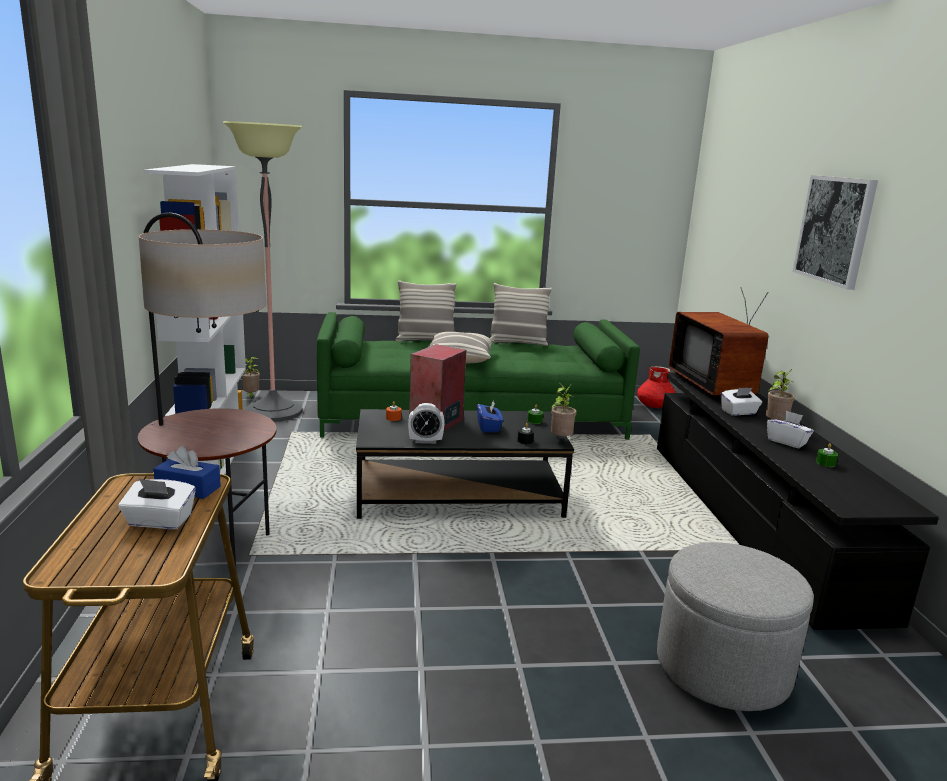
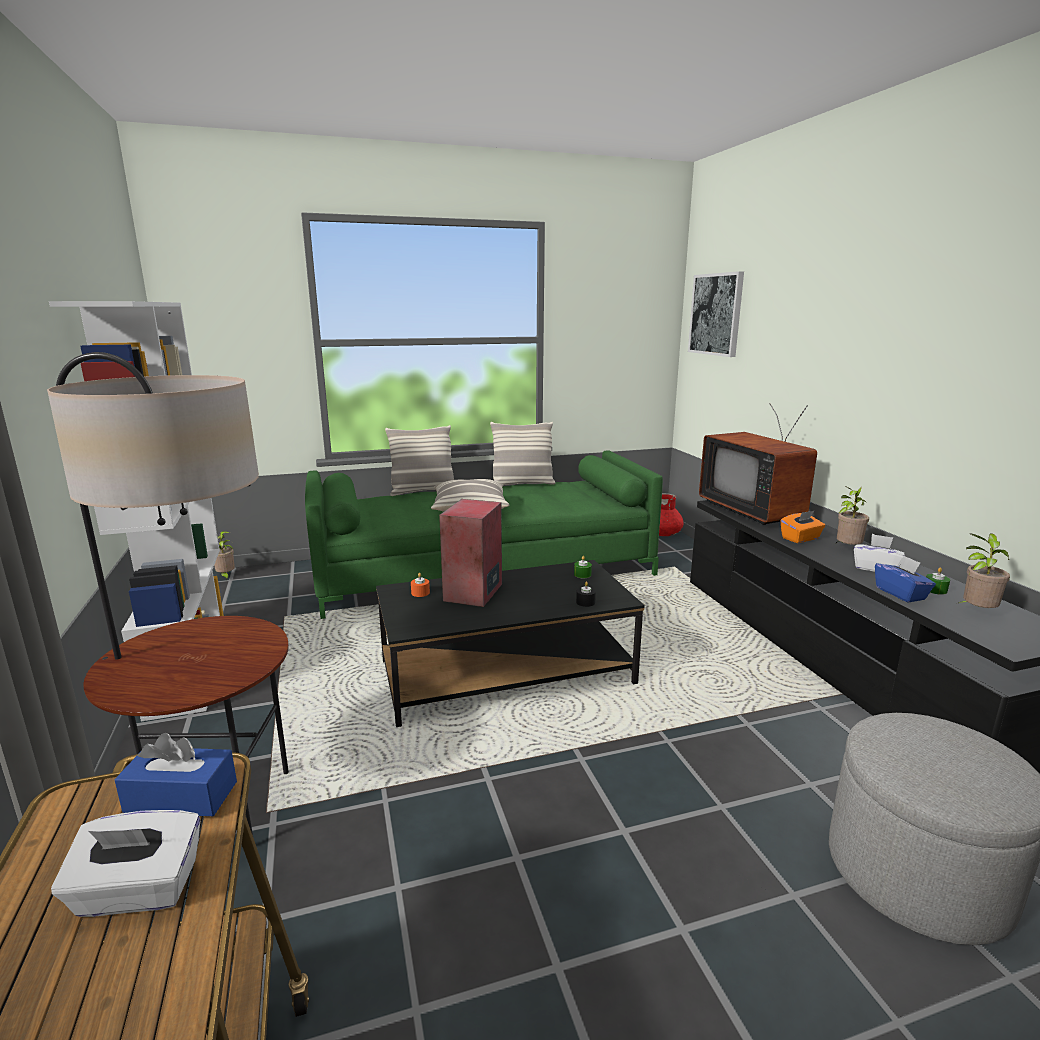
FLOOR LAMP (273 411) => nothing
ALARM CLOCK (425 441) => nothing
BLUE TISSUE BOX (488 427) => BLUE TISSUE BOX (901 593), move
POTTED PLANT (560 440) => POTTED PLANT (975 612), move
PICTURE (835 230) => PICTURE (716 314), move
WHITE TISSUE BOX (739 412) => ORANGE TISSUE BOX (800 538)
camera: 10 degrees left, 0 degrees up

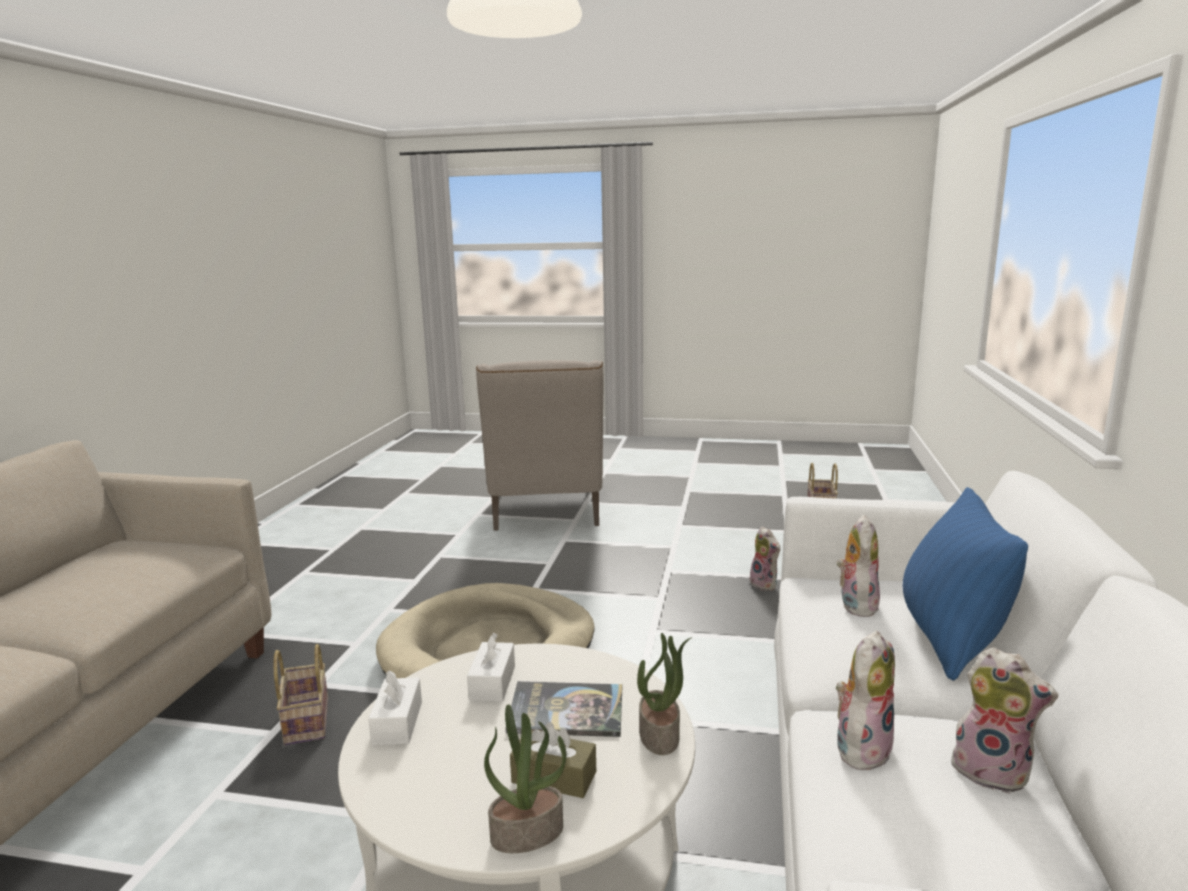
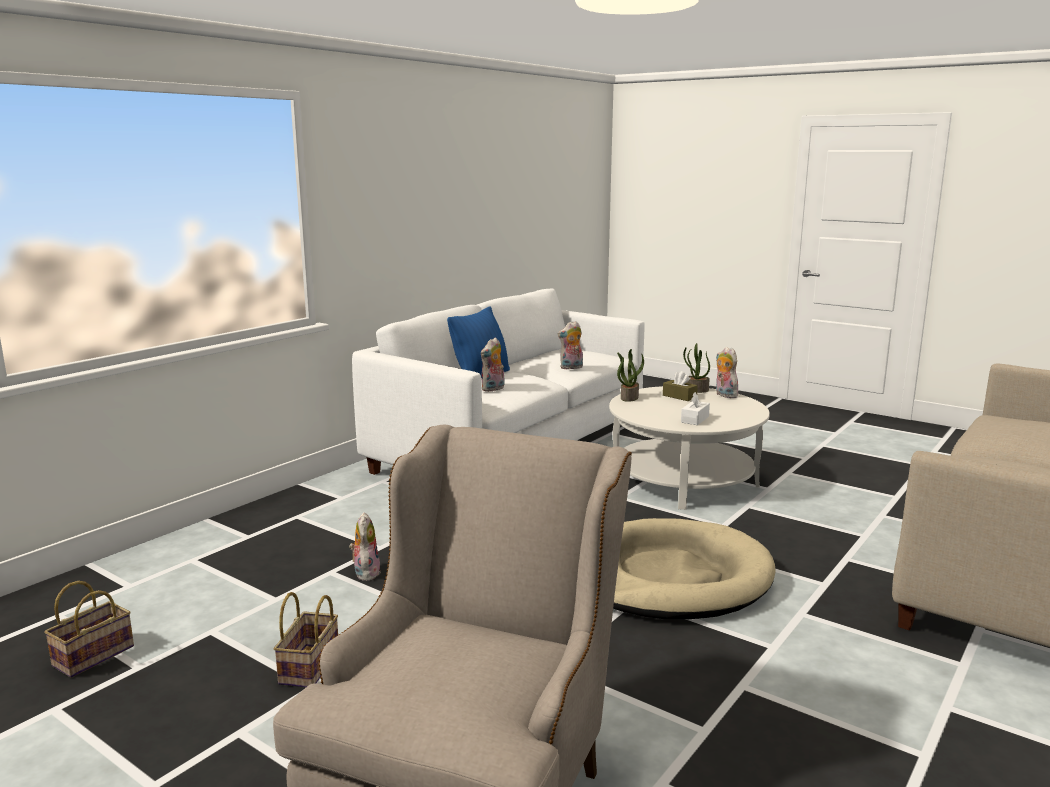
WHITE TISSUE BOX (397 723) => nothing
BOOK (566 710) => nothing
BASKET (305 720) => BASKET (310 668), move
PLUSH TOY (993 771) => PLUSH TOY (724 395), move
camera: 155 degrees left, 0 degrees up

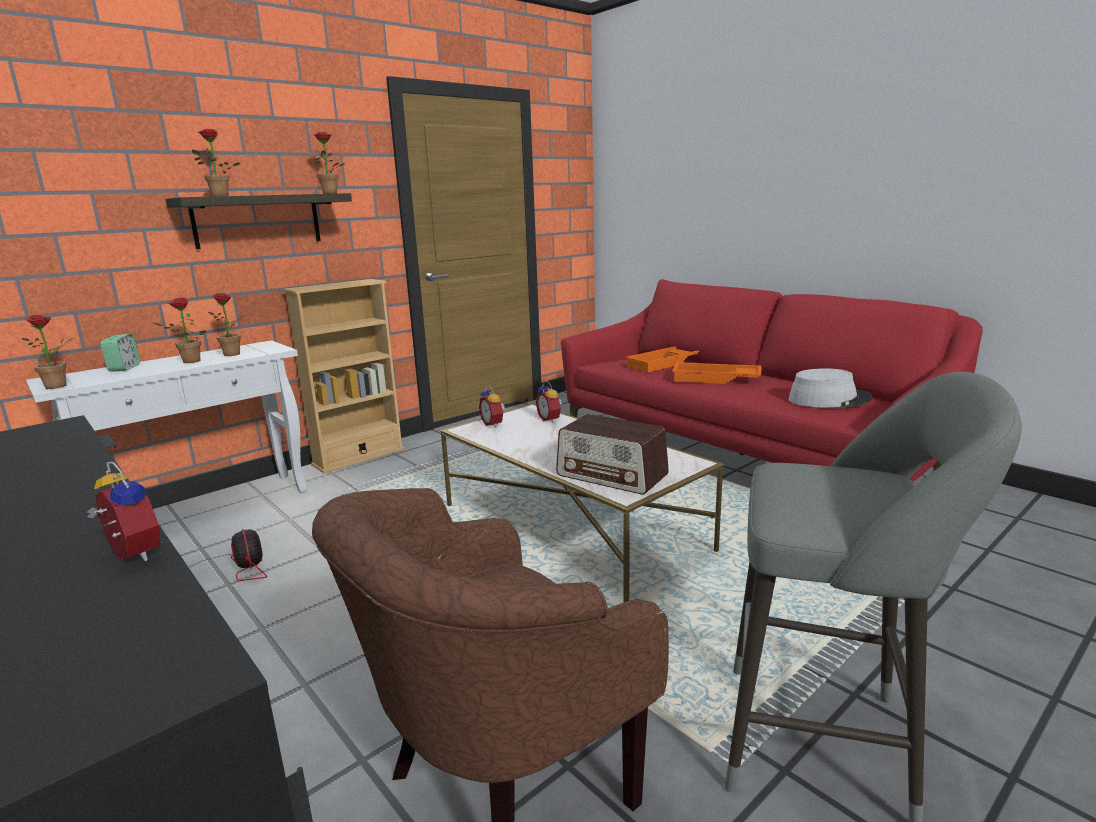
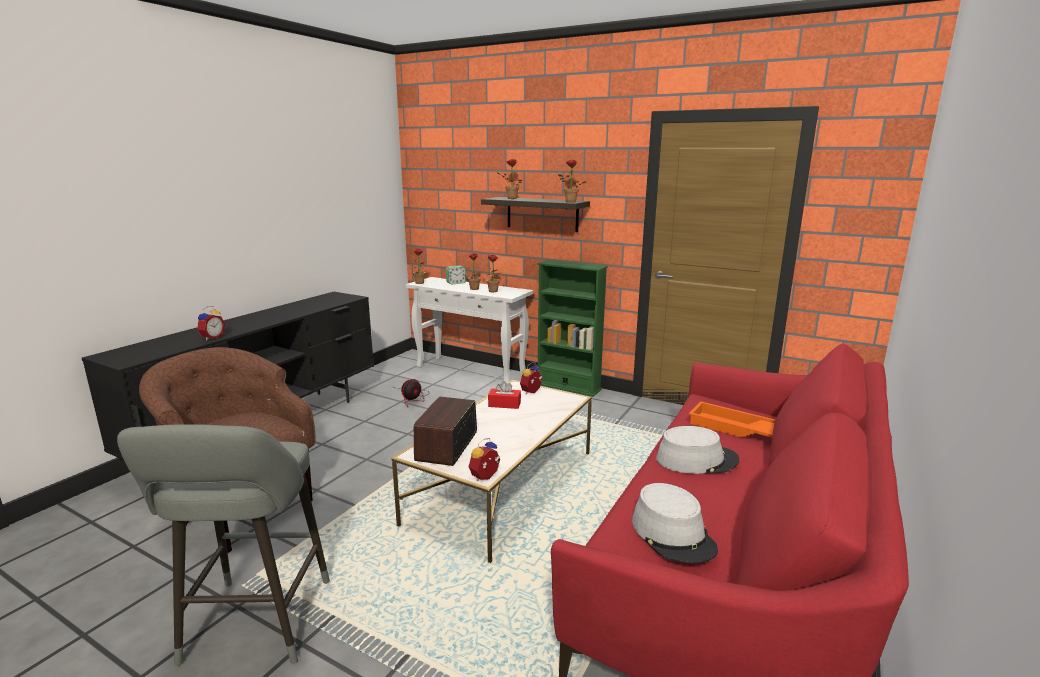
nothing => RED TISSUE BOX (504 404)
ALARM CLOCK (550 419) => ALARM CLOCK (486 477), move
ORANGE TRAY (715 379) => GREY HAT (696 460)
BEIGE BOOKCASE (358 457) => GREEN BOOKCASE (568 387)
camera: 70 degrees right, 0 degrees up

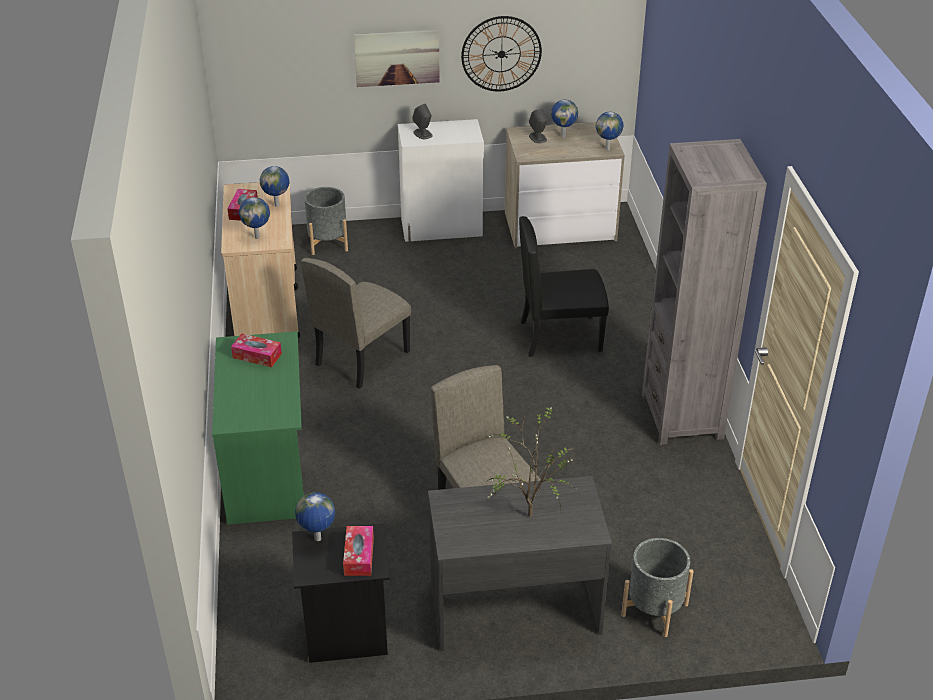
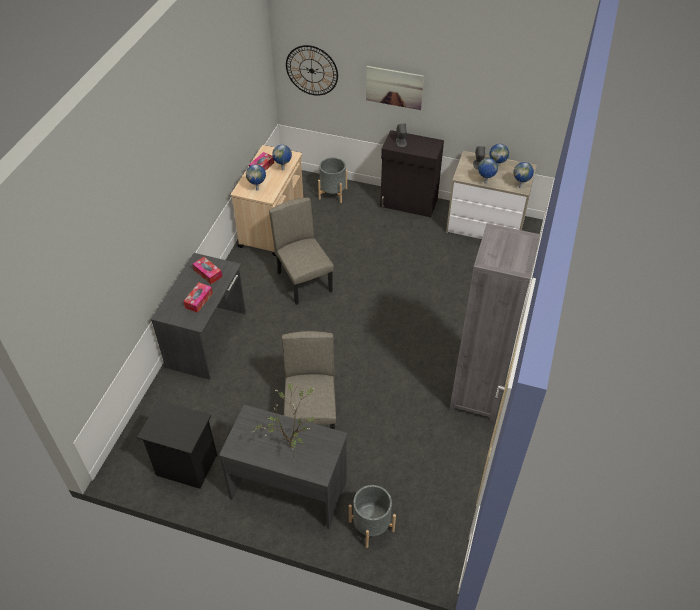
BLACK CHAIR (560 335) => nothing
GLOBE (318 539) => GLOBE (485 183), move
TISSUE BOX (359 556) => TISSUE BOX (198 300), move
WALL CLOCK (501 54) => WALL CLOCK (311 70), move
GREEN DESK (268 469) => GREY DESK (208 339)
WHITE CABINET (442 228) => BLACK CABINET (409 203)
BEIGE CHAIR (362 358) => BEIGE CHAIR (304 282), 90 degrees clockwise
camera: 25 degrees right, 10 degrees up

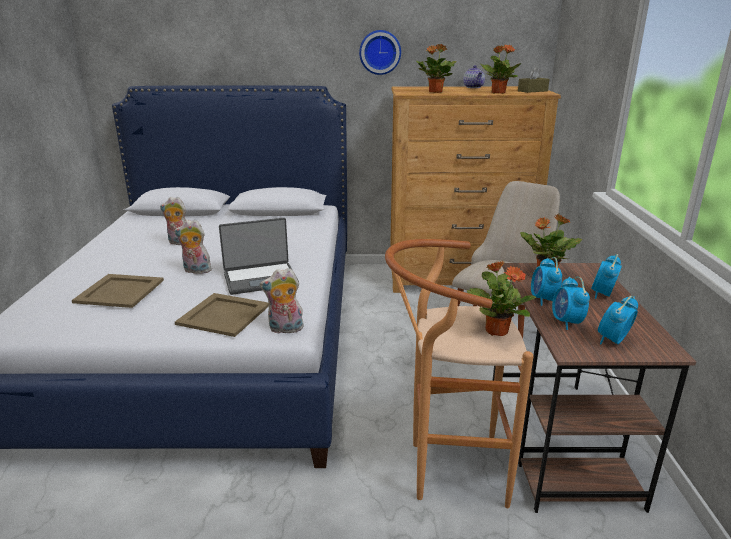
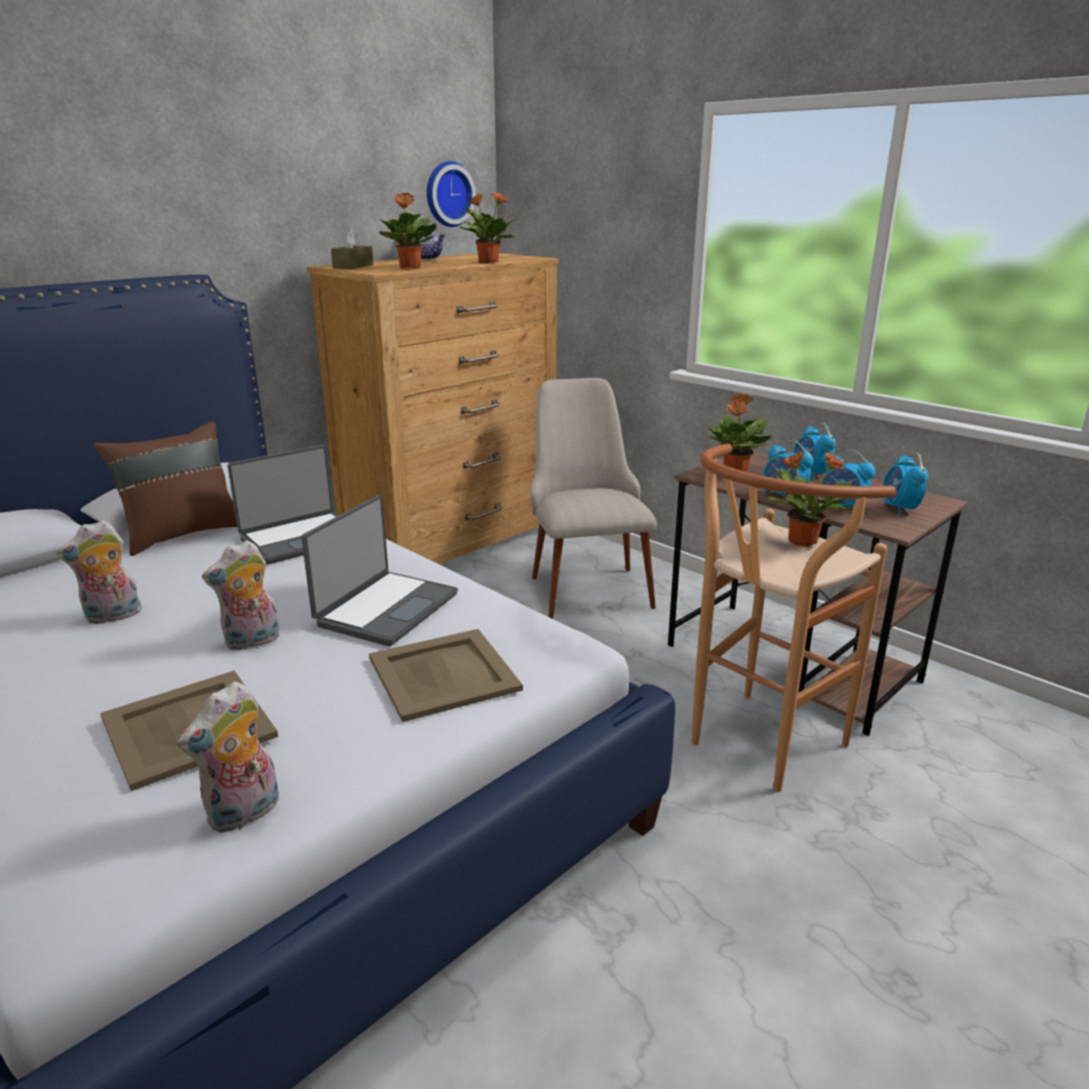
nothing => BROWN PILLOW (181 534)
nothing => LAPTOP (301 539)
PLUSH TOY (285 329) => PLUSH TOY (244 814), move
WALL CLOCK (380 52) => WALL CLOCK (447 194), move
BROWN TISSUE BOX (532 91) => BROWN TISSUE BOX (353 266), move
camera: 45 degrees left, 0 degrees up

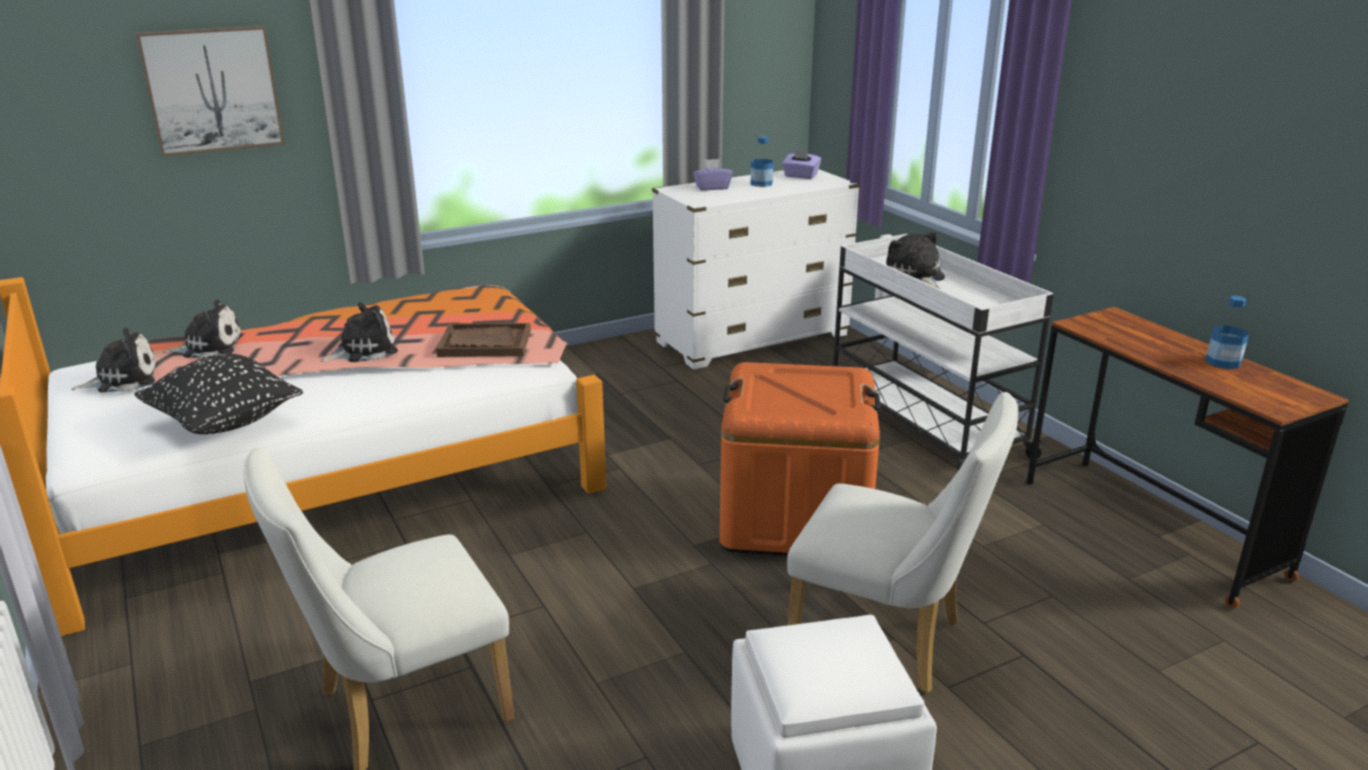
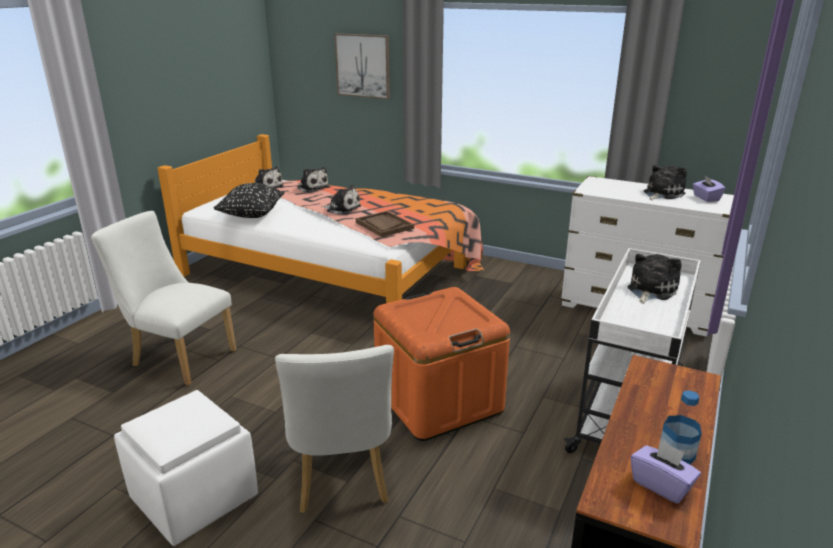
PURPLE TISSUE BOX (712 187) => PURPLE TISSUE BOX (661 485), move
BOTTLE (761 184) => PLUSH TOY (661 194)
camera: 55 degrees right, 0 degrees up

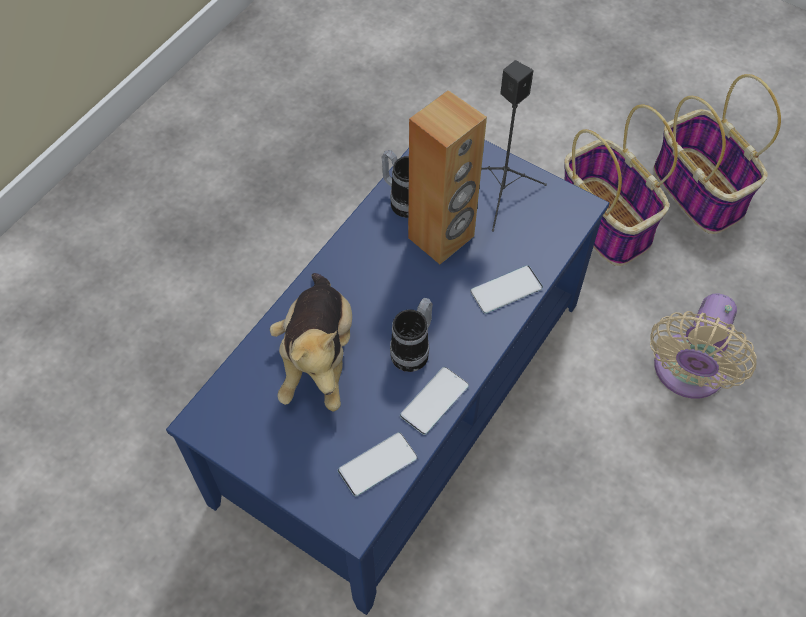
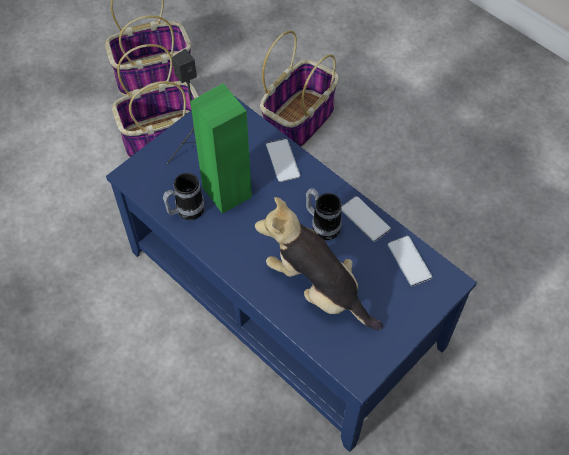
BEIGE FAN (687 373) => BASKET (299 120)
BROWN SPEAKER (441 237) => GREEN SPEAKER (227 191)
PLUSH TOY (318 358) => PLUSH TOY (317 288), 150 degrees counterclockwise
camera: 80 degrees left, 0 degrees up

